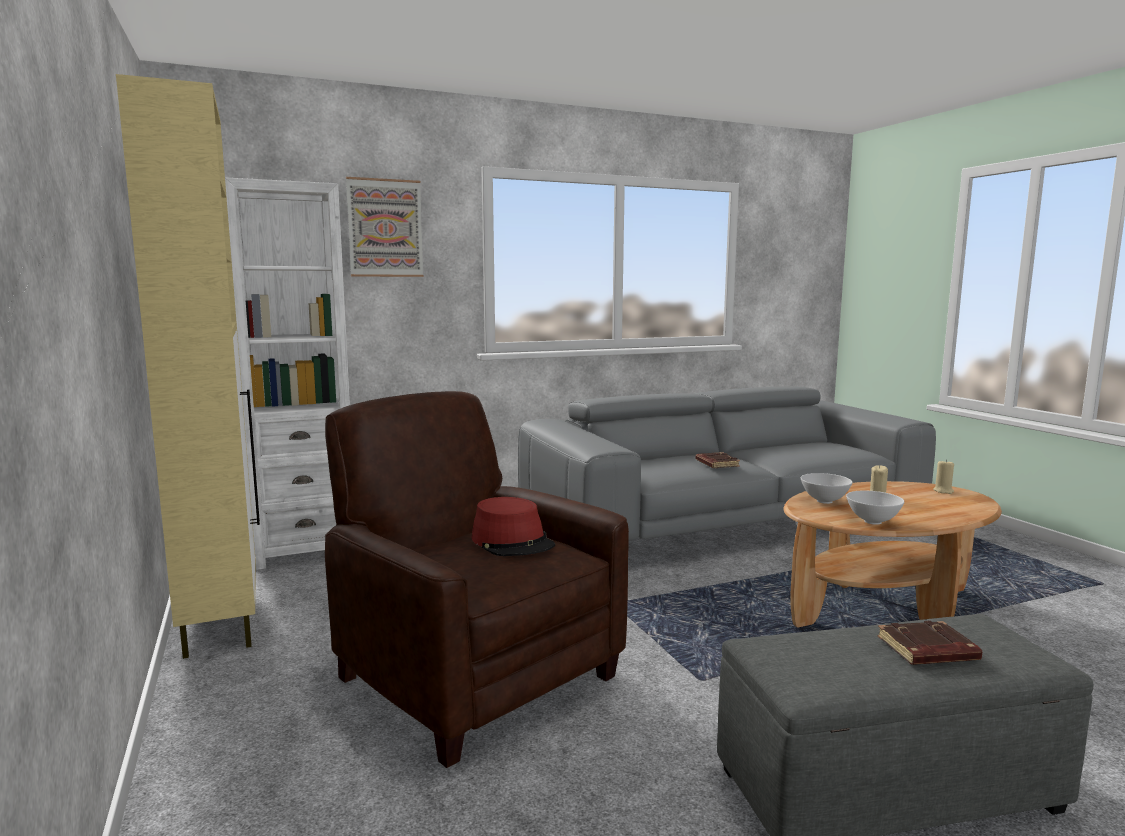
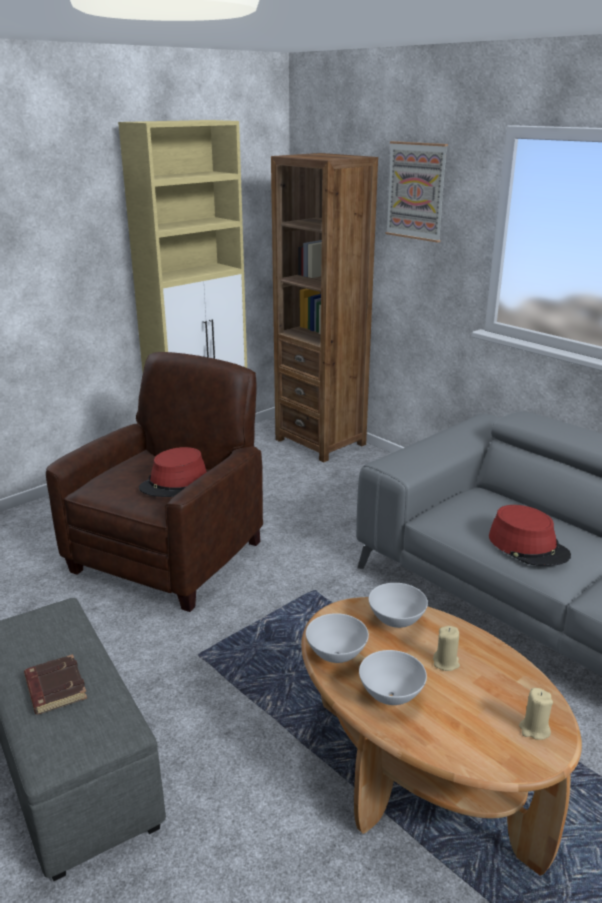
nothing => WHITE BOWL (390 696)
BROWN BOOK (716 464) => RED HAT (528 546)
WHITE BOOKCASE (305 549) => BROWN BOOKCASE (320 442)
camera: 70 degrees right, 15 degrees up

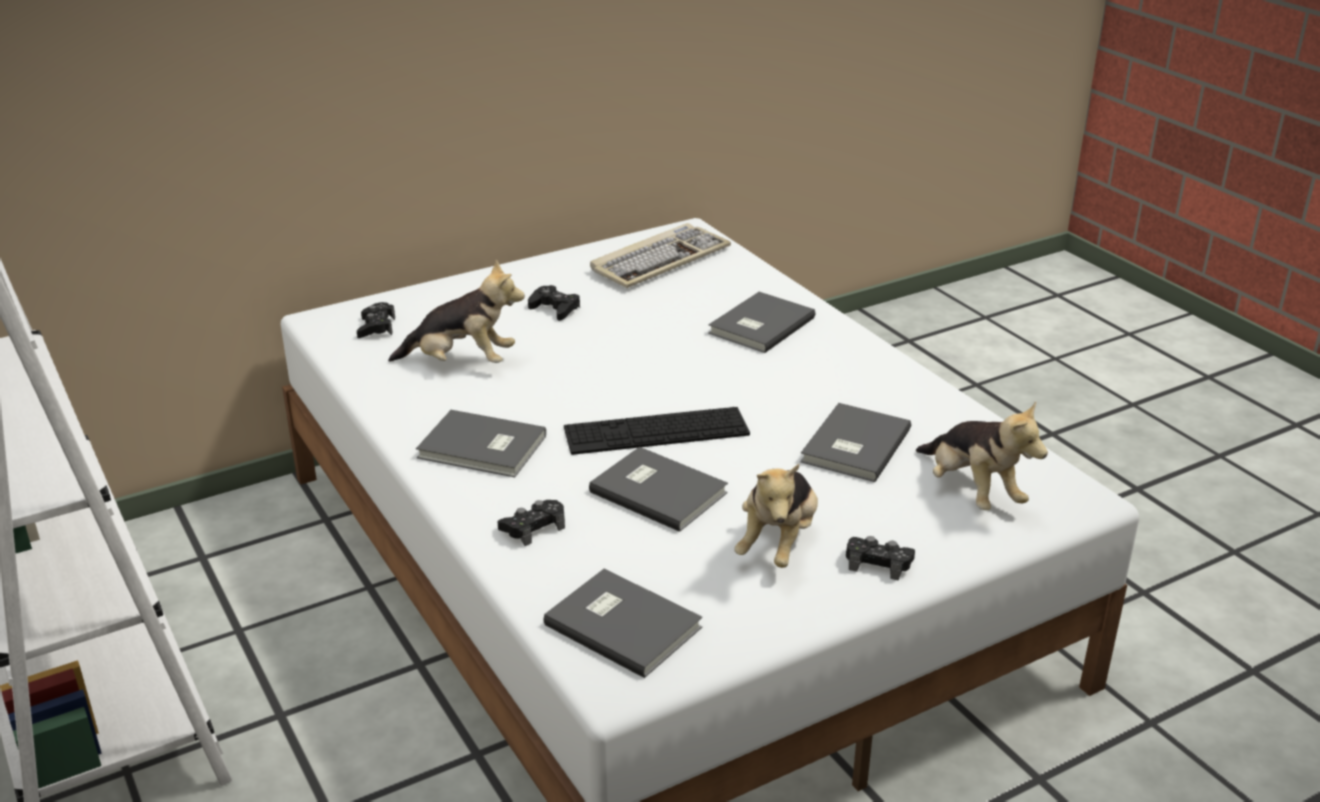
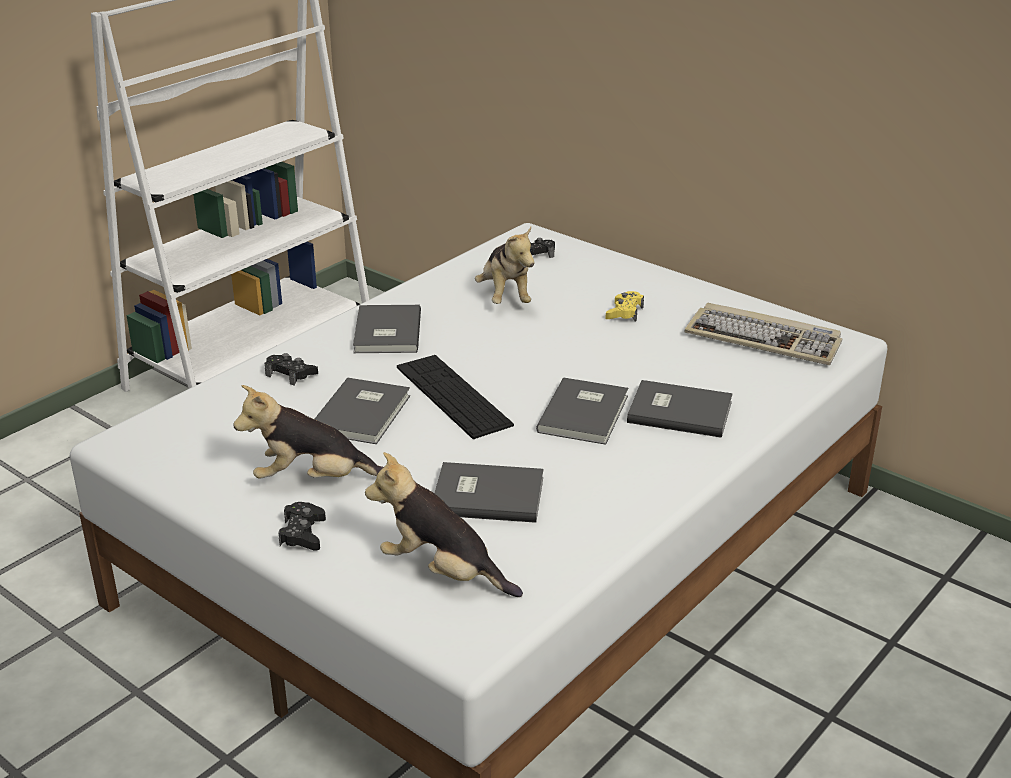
GREY BOOK (623 623) => GREY BOOK (586 413), move
BLACK GAME CONTROLLER (555 308) => YELLOW GAME CONTROLLER (624 312)
PLUSH TOY (971 491) => PLUSH TOY (442 572), 75 degrees clockwise
camera: 70 degrees right, 0 degrees up

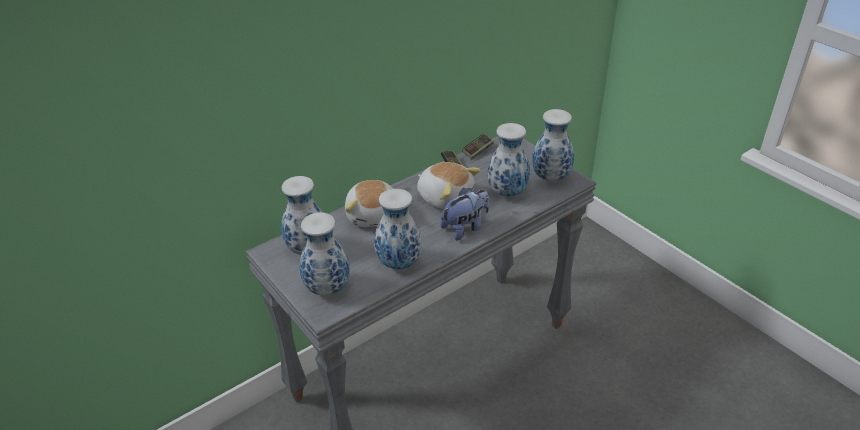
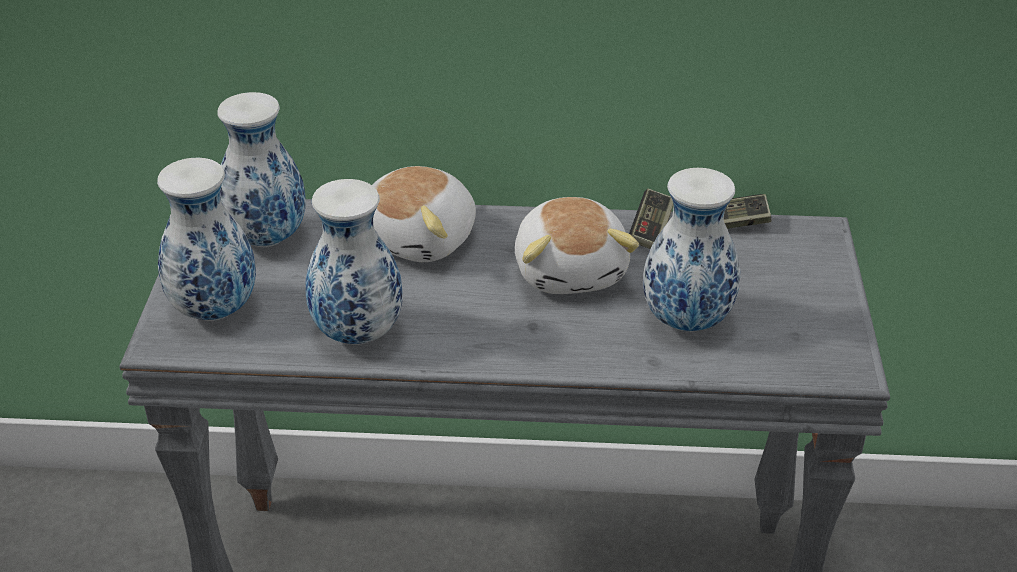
PLUSH TOY (465 228) => nothing
VASE (550 177) => nothing
camera: 40 degrees right, 0 degrees up

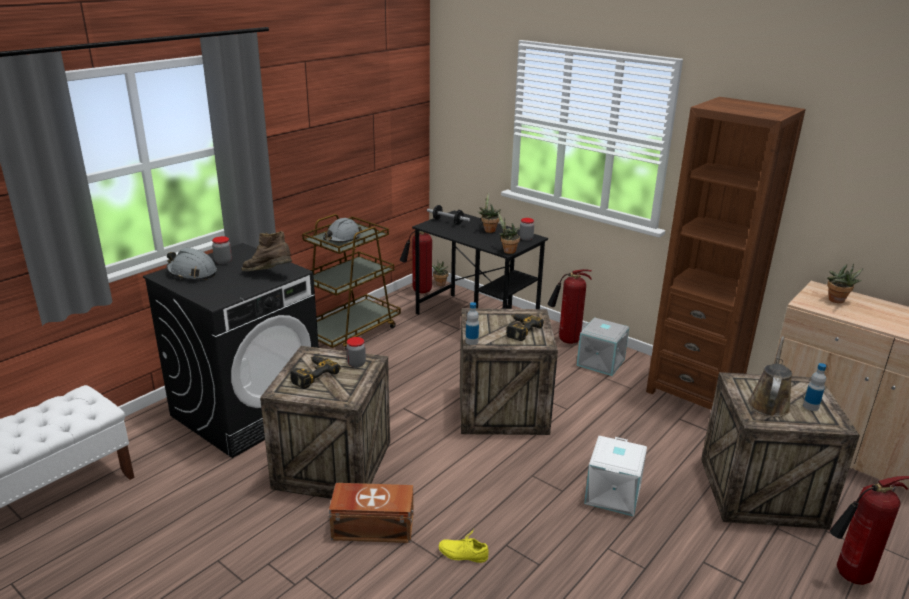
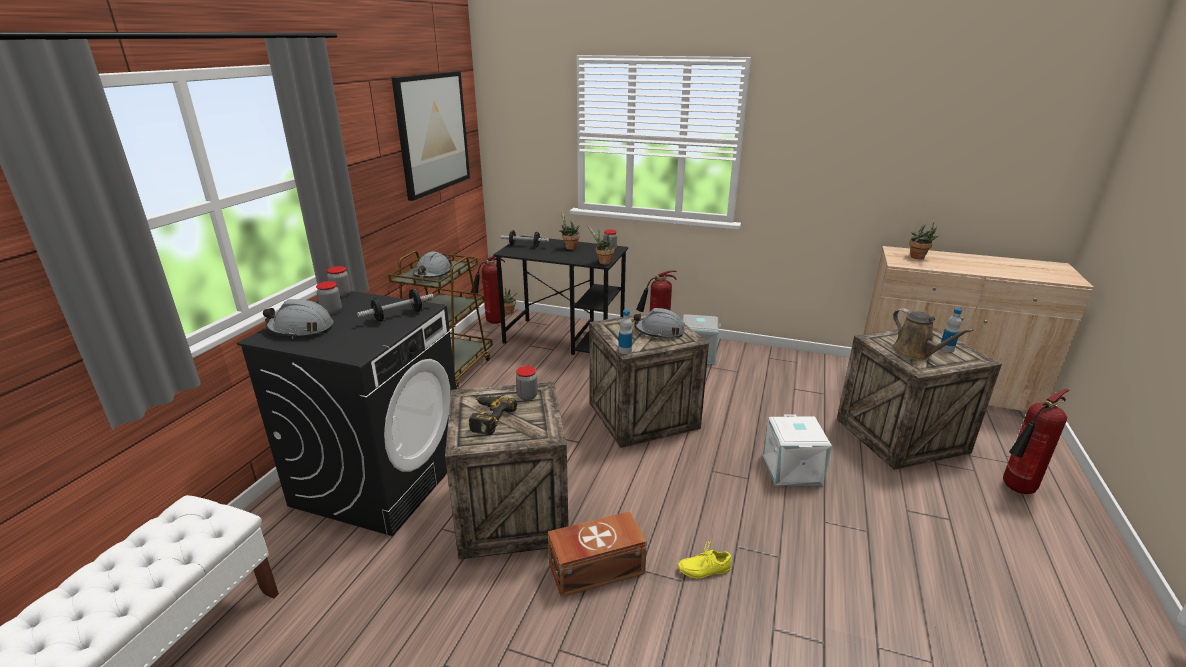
BROWN BOOKCASE (694 392) => nothing
nothing => JAR (341 295)
nothing => PICTURE (432 133)
BROWN BOOT (269 274) => DUMBBELL (398 315)
POWER DRILL (519 330) => GREY HARD HAT (659 332)
BROWN WATERING CAN (768 403) => BROWN WATERING CAN (915 353), 150 degrees clockwise
camera: 20 degrees left, 0 degrees up

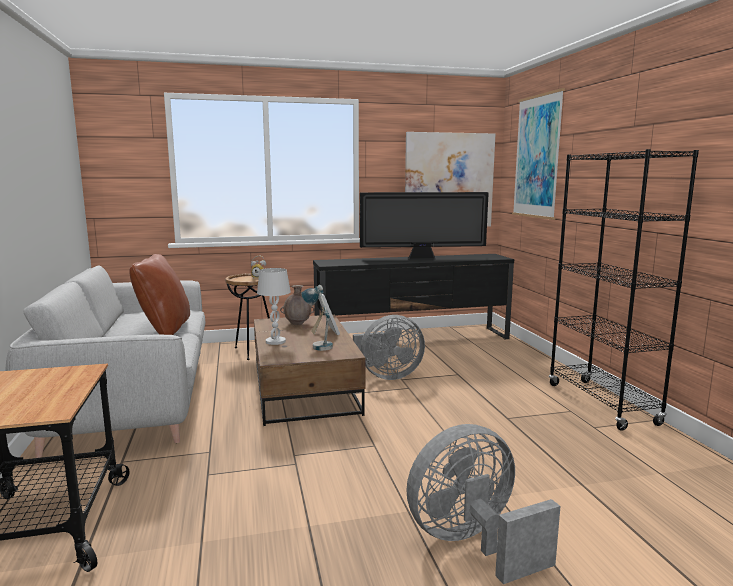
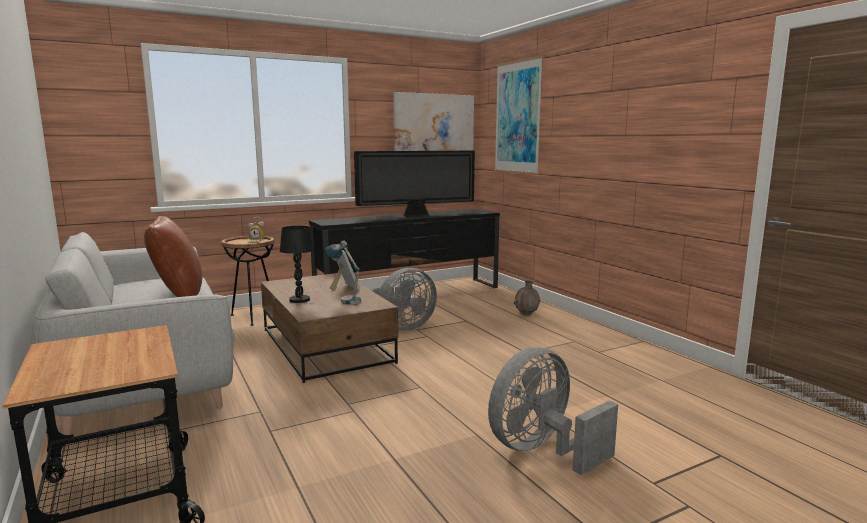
BLACK BOOKCASE (601 404) => nothing
BROWN VASE (298 324) => BROWN VASE (526 314), move
WHITE TABLE LAMP (275 341) => BLACK TABLE LAMP (299 300)
camera: 15 degrees left, 0 degrees up

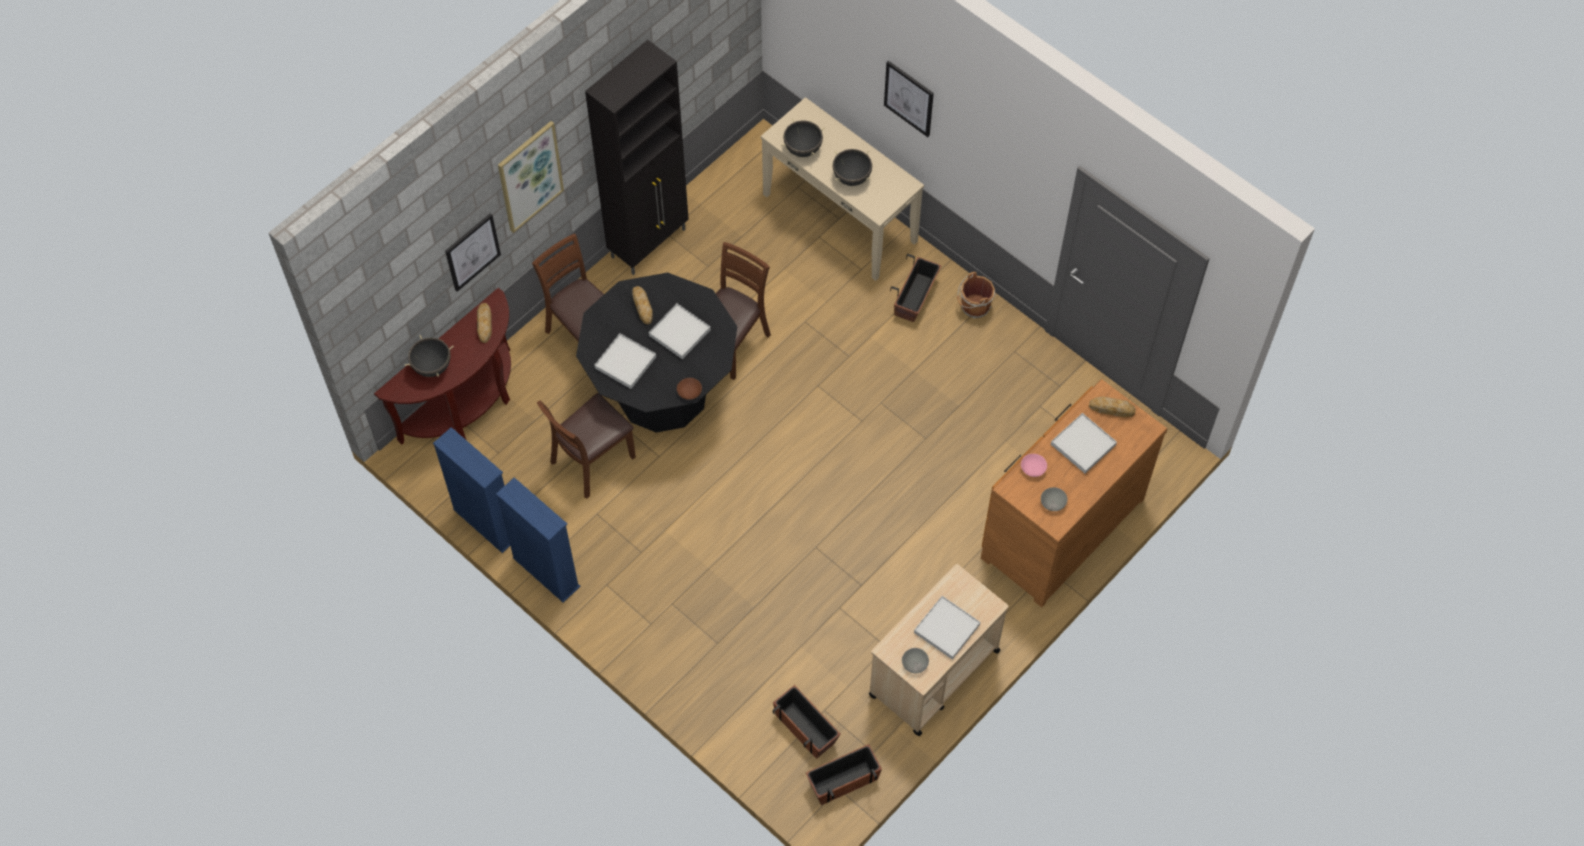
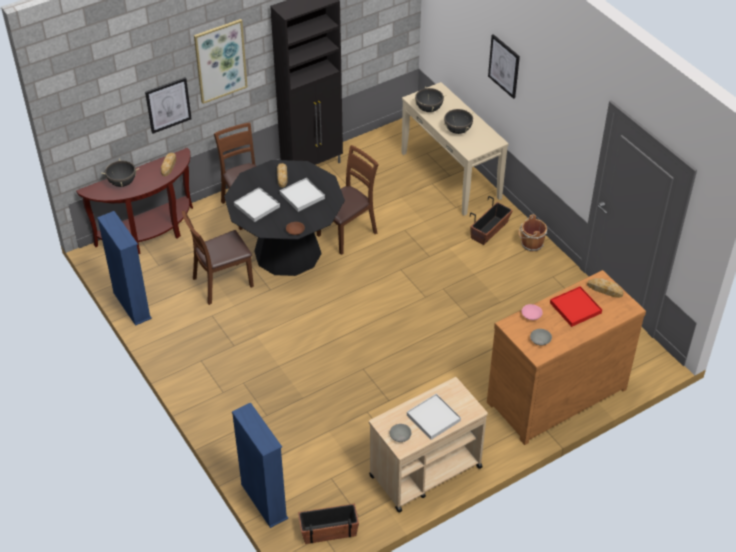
PLANTER (805 728) => nothing
BLUE BOOKCASE (546 572) => BLUE BOOKCASE (264 501), move
WHITE TRAY (1083 444) => RED TRAY (575 308)
camera: 15 degrees right, 15 degrees down

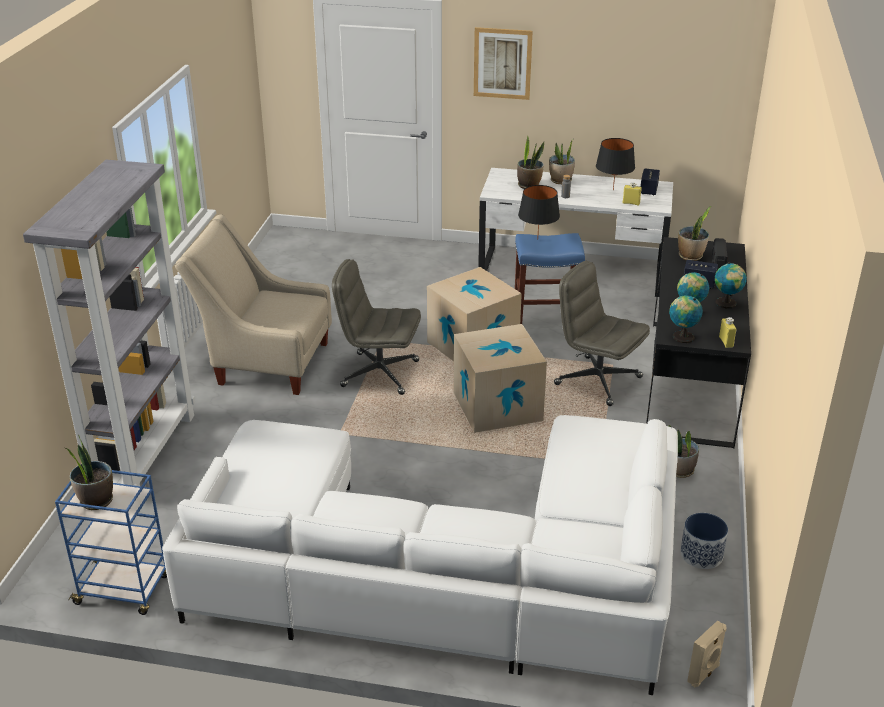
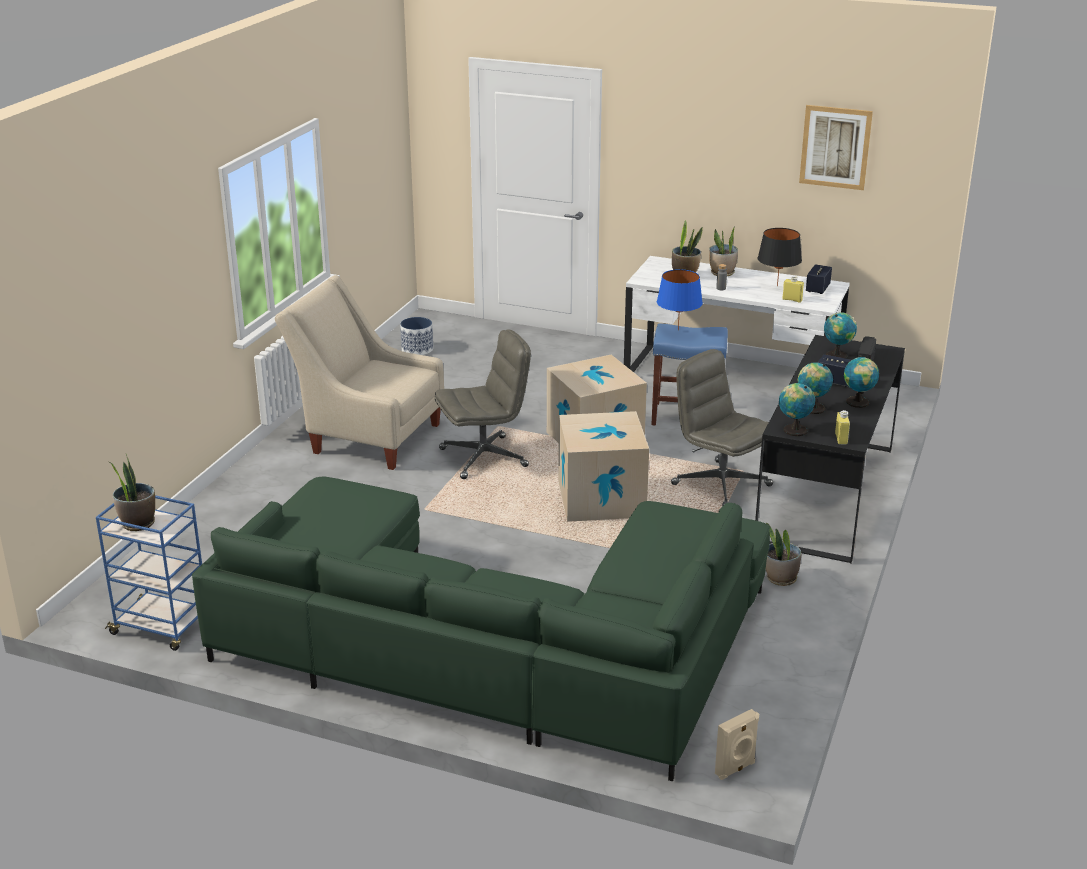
GREY BOOKCASE (143 454) => nothing
PICTURE (502 63) => PICTURE (835 147), move
PLANTER (701 555) => PLANTER (417 349), move
POTTED PLANT (690 256) => GLOBE (837 355)
WHITE SOFA (448 573) => GREEN SOFA (494 647)
BLACK TABLE LAMP (537 239) => BLUE TABLE LAMP (678 330)
GREY OFFICE CHAIR (379 373) => GREY OFFICE CHAIR (484 457), 135 degrees clockwise
camera: 10 degrees right, 5 degrees down

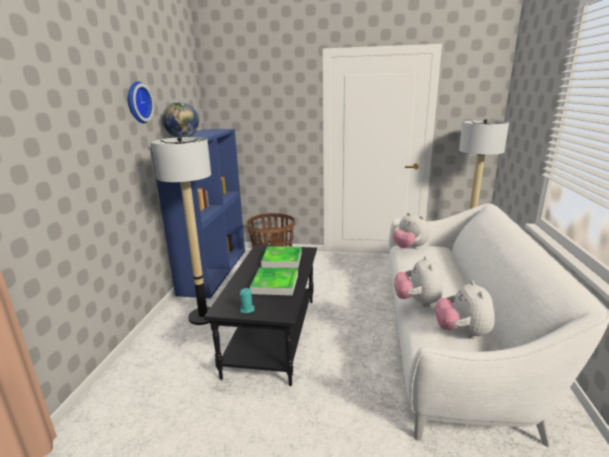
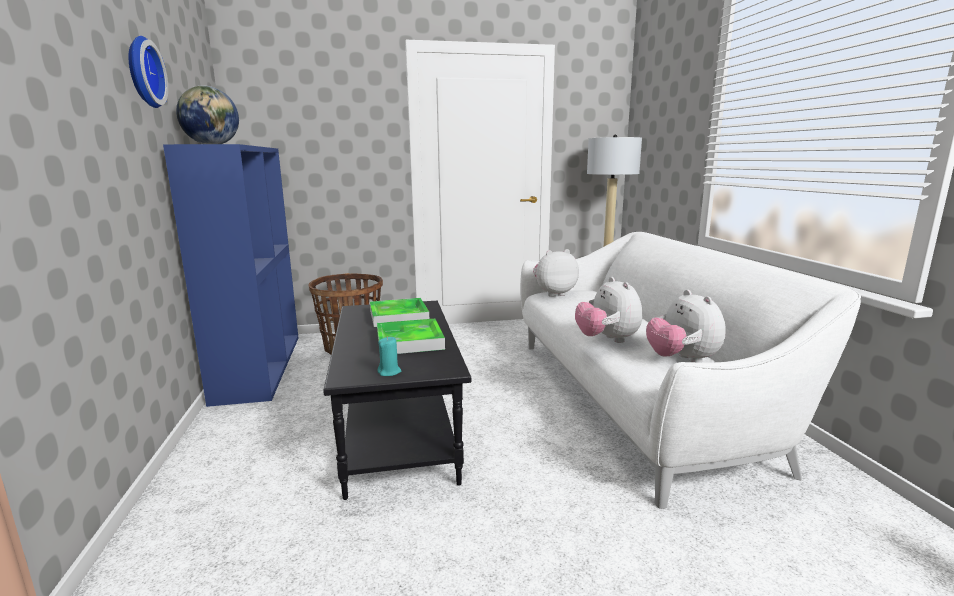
FLOOR LAMP (203 316) => nothing
PLUSH TOY (409 248) => PLUSH TOY (554 293), 135 degrees clockwise
camera: 20 degrees left, 5 degrees down

